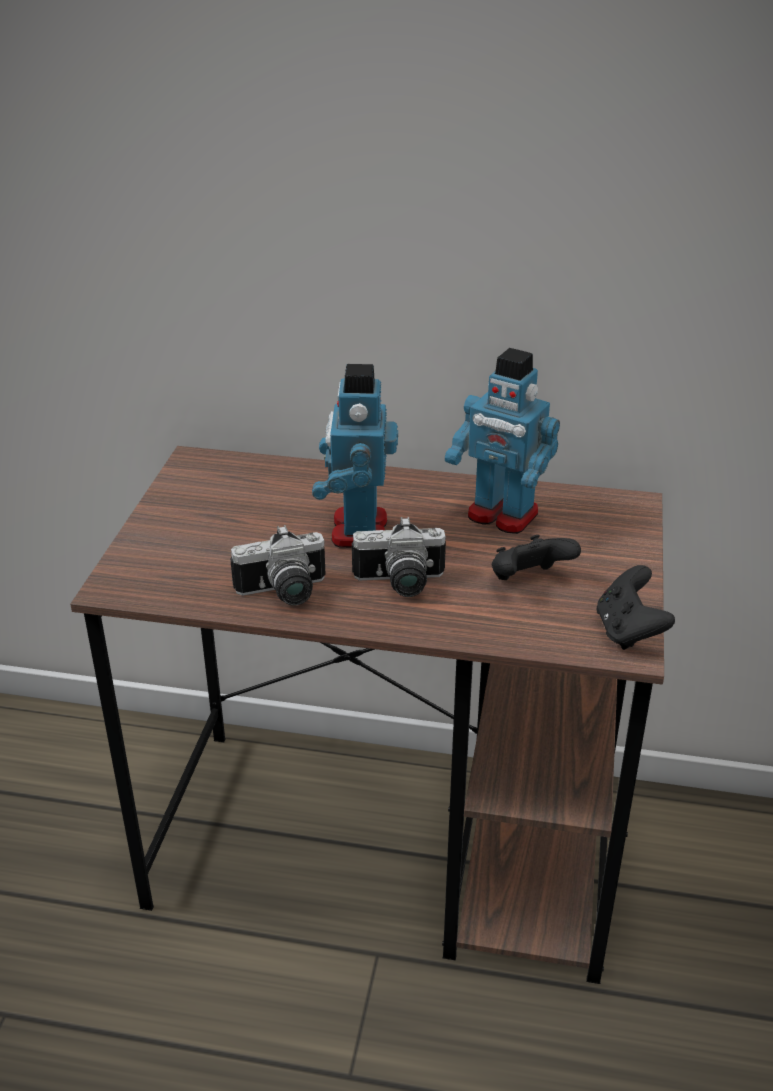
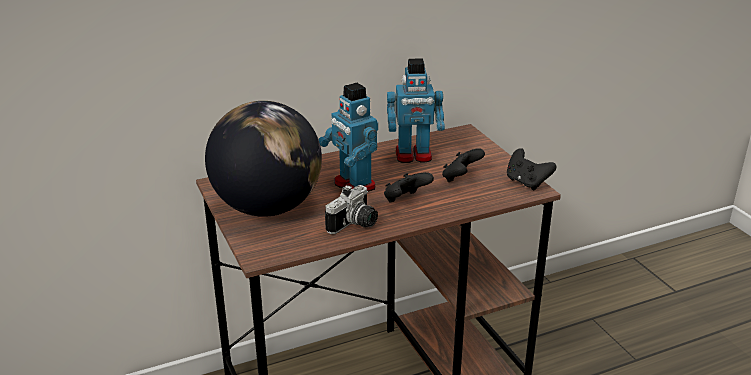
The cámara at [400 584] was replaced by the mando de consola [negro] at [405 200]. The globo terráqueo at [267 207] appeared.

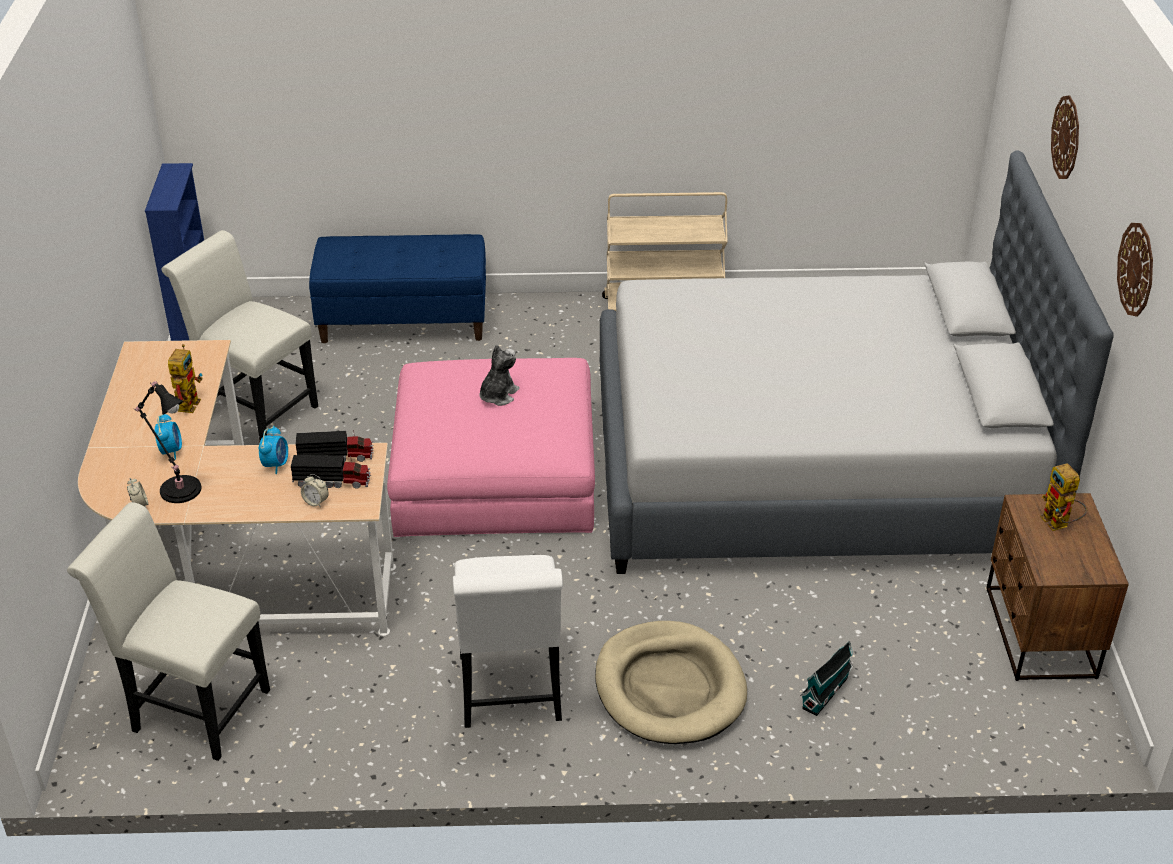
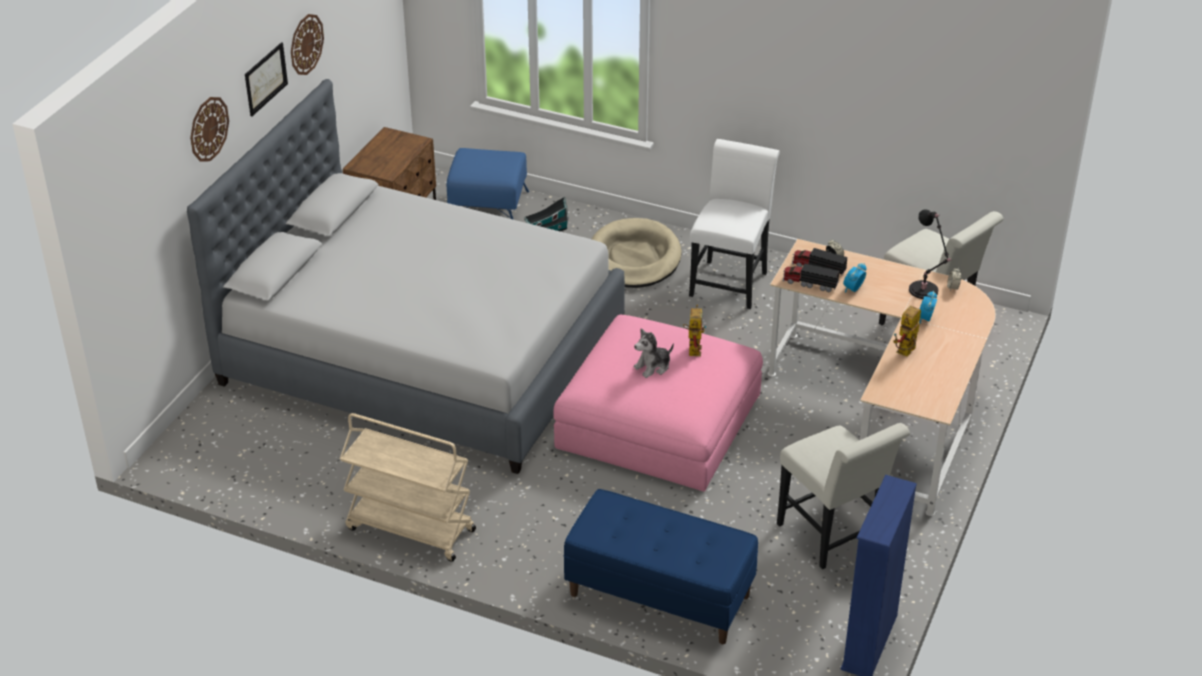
The robot de juguete moved from [1059 524] to [693 347]. The cuadro at [265 79] appeared. The puf [azul] at [489 208] appeared.

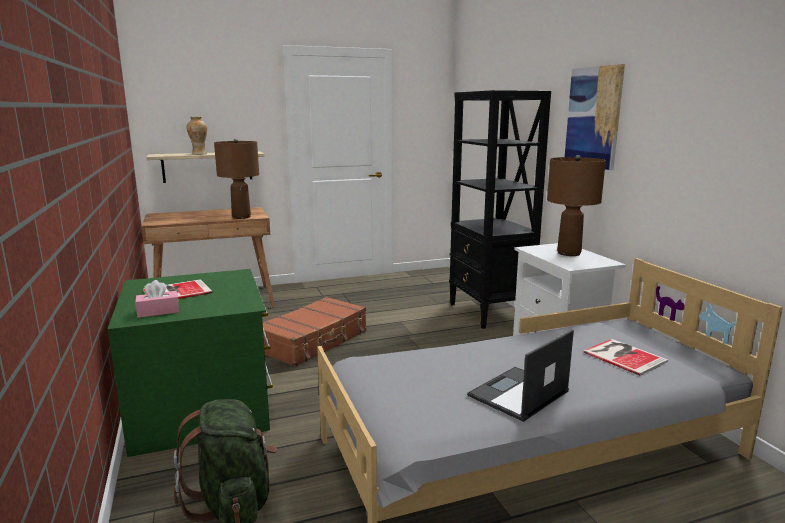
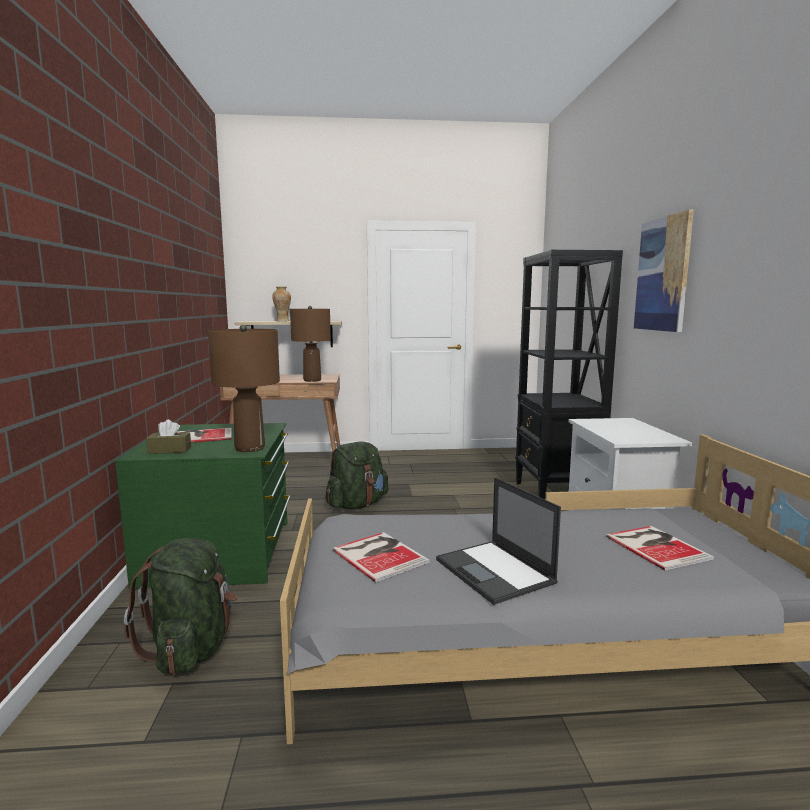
The lámpara de mesa [marrón] moved from [568 253] to [249 448]. The caja de pañuelos [rosa] at [158 311] became the caja de pañuelos [marrón] at [169 450]. The maleta [marrón] at [314 341] was replaced by the mochila [verde] at [357 505]. The portátil at [518 394] turned 90 degrees counterclockwise. The libro at [380 555] appeared.

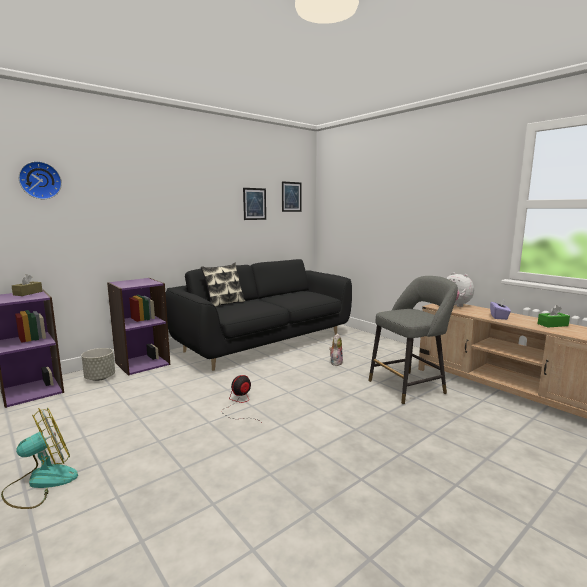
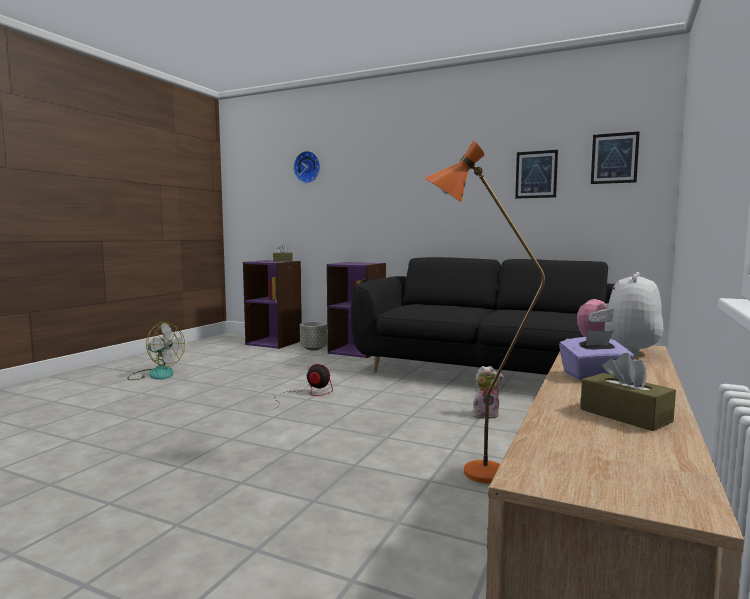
The cojín at [224 304] disappeared. The taburete [gris] at [409 386] was replaced by the lámpara de pie [naranja] at [468 472]. The caja de pañuelos [verde] at [552 325] became the caja de pañuelos [marrón] at [625 415].

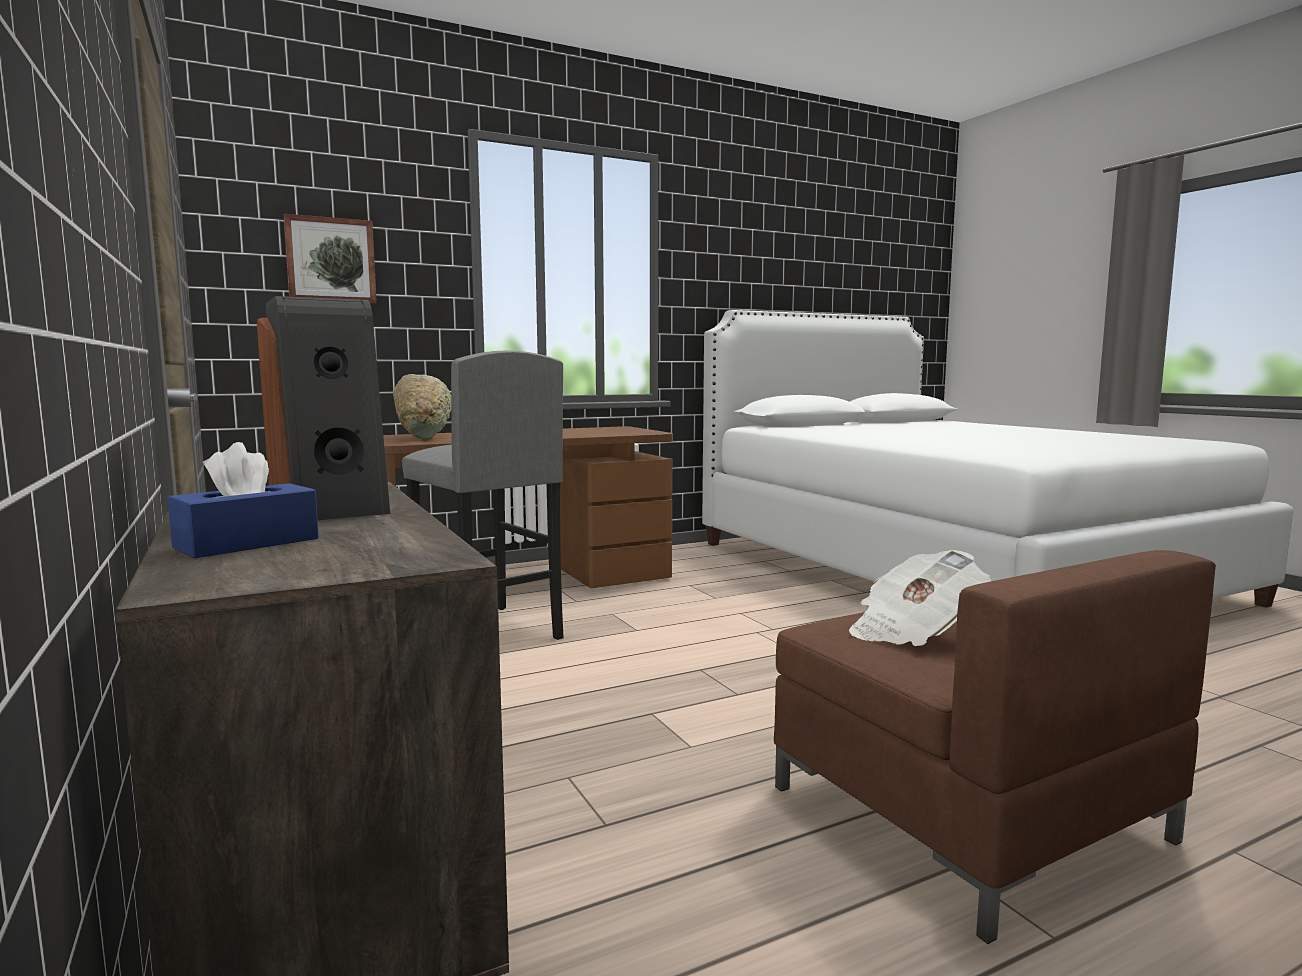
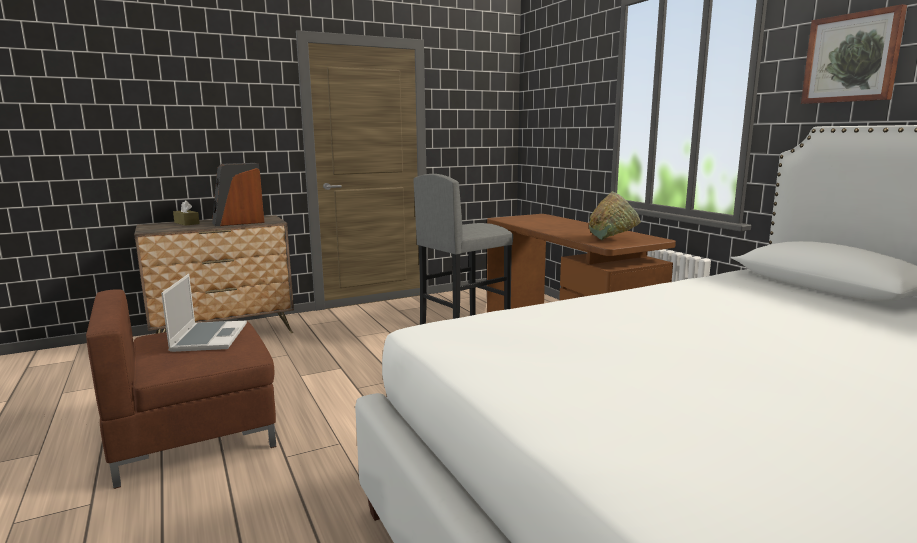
The cuadro moved from [330 260] to [852 58]. The cuenco [verde] moved from [423 438] to [613 239]. The caja de pañuelos [azul] at [247 543] became the caja de pañuelos [marrón] at [187 223]. The periódico at [913 631] was replaced by the portátil at [208 337].

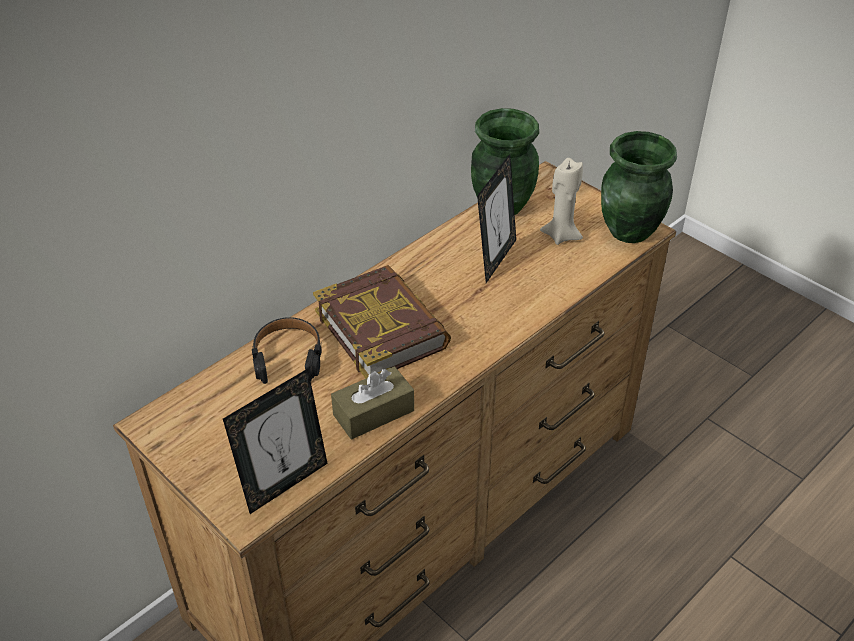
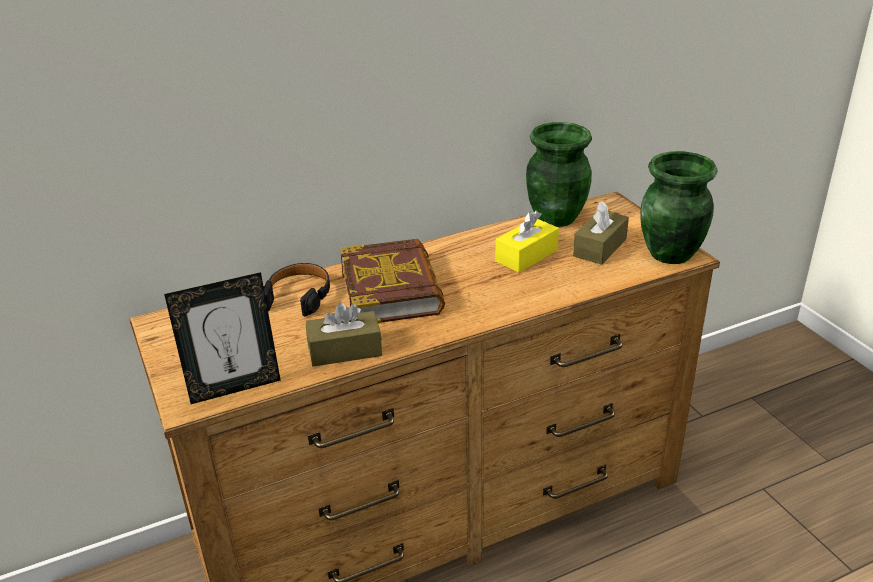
The portarretratos at [495 259] was replaced by the caja de pañuelos [amarillo] at [526 255]. The vela [beis] at [561 235] was replaced by the caja de pañuelos [marrón] at [600 247].

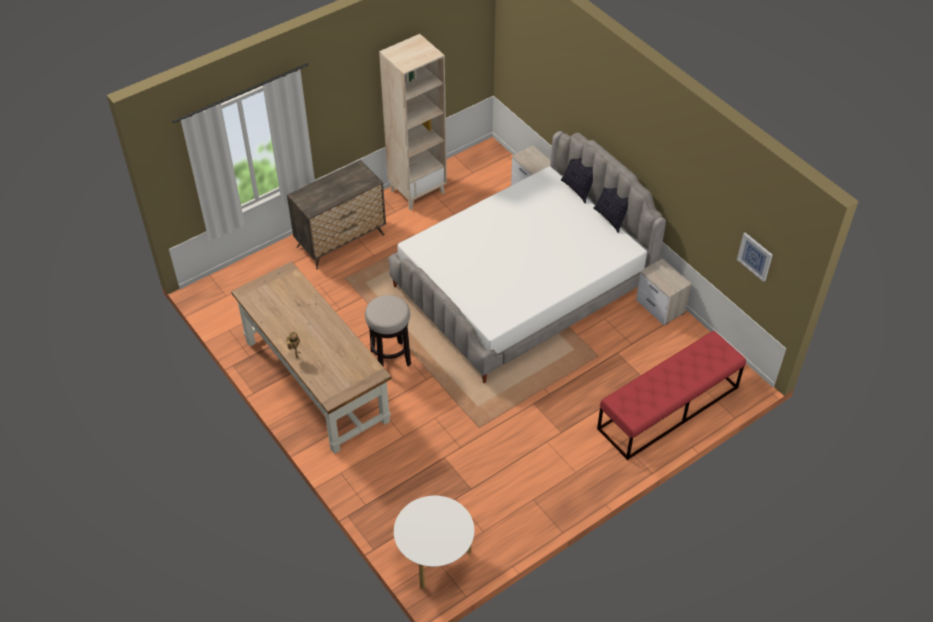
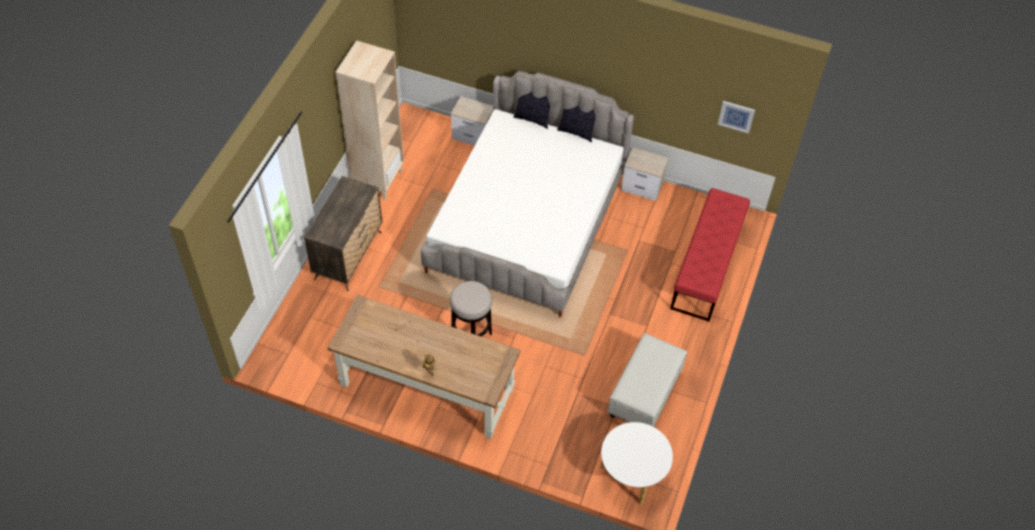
The puf [blanco] at [644 393] appeared.

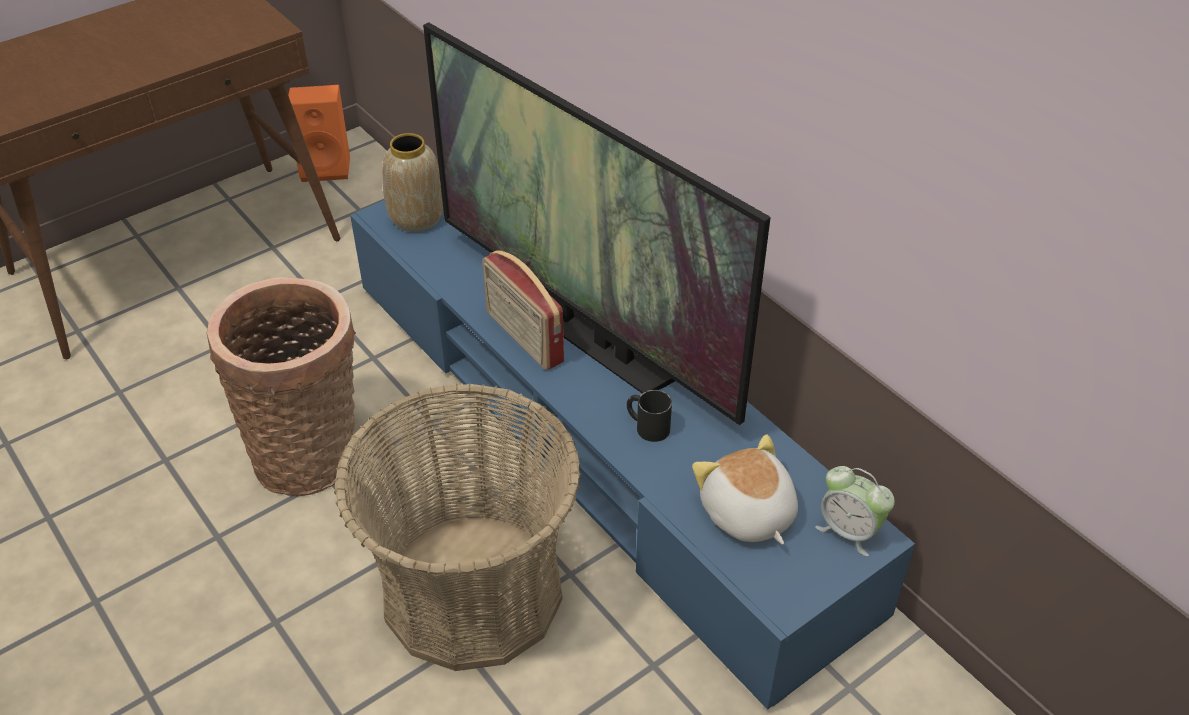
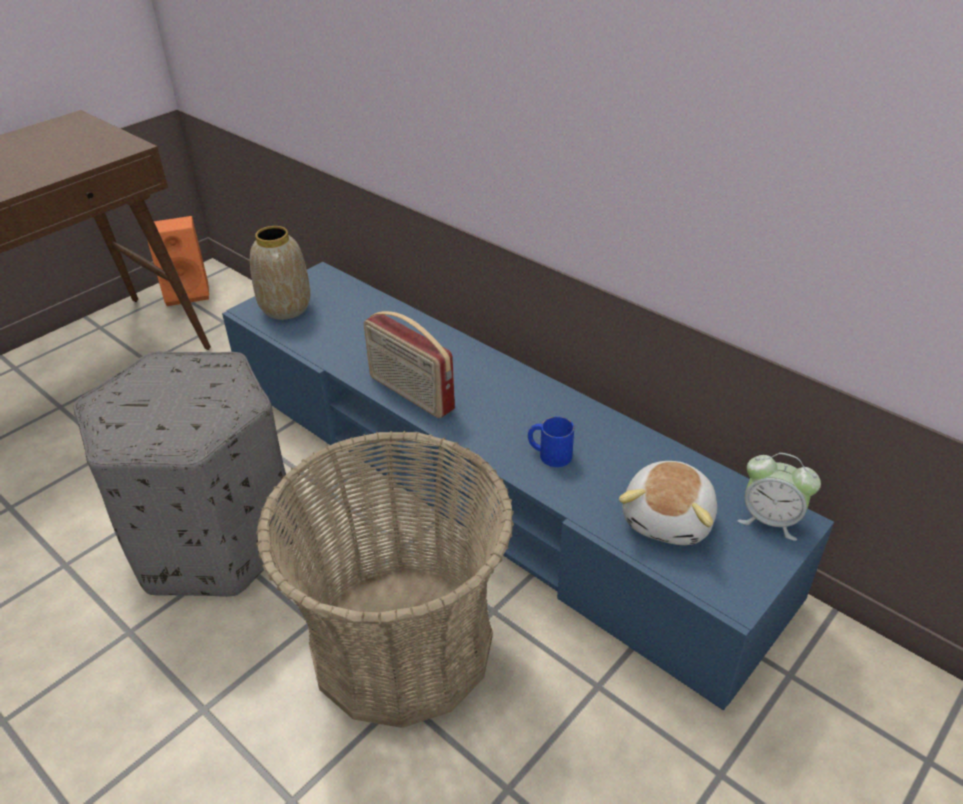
The televisor at [586 331] disappeared. The cesta at [311 453] was replaced by the puf [gris] at [213 536]. The taza grande [negro] at [647 426] became the taza grande [azul] at [549 454]. The peluche at [747 514] turned 120 degrees counterclockwise.

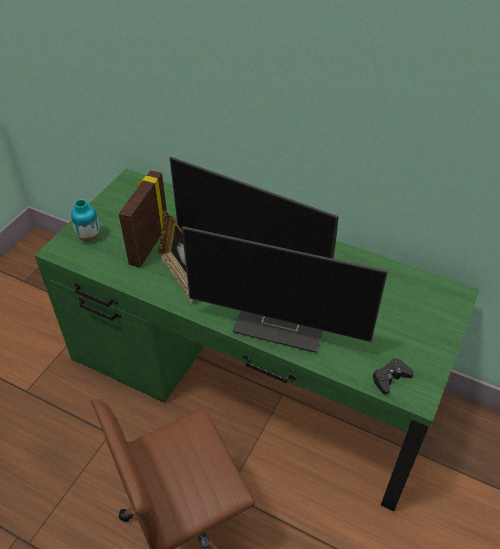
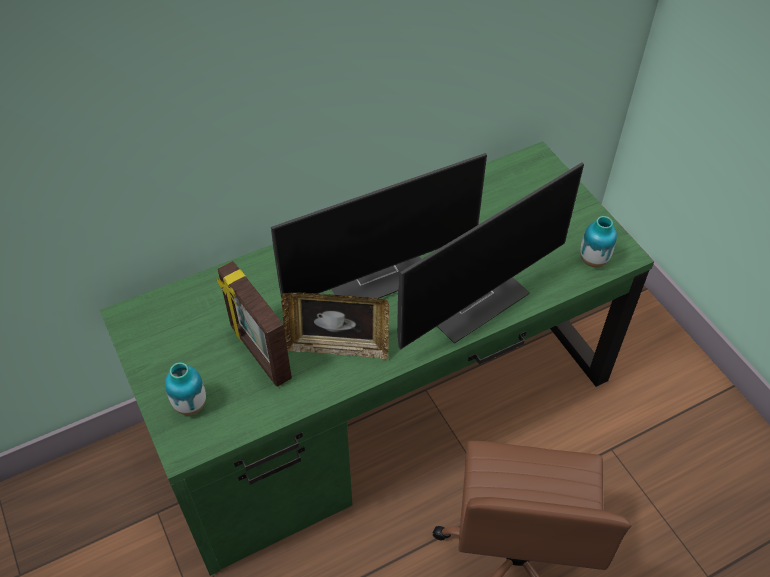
The mando de consola [negro] at [390 378] was replaced by the florero at [593 260].

